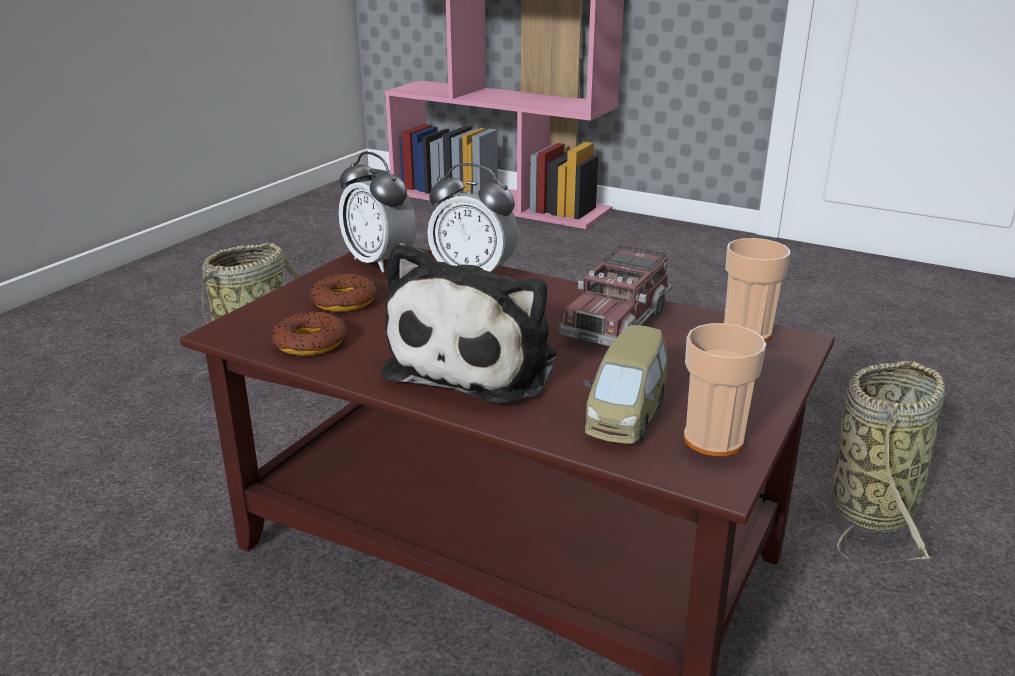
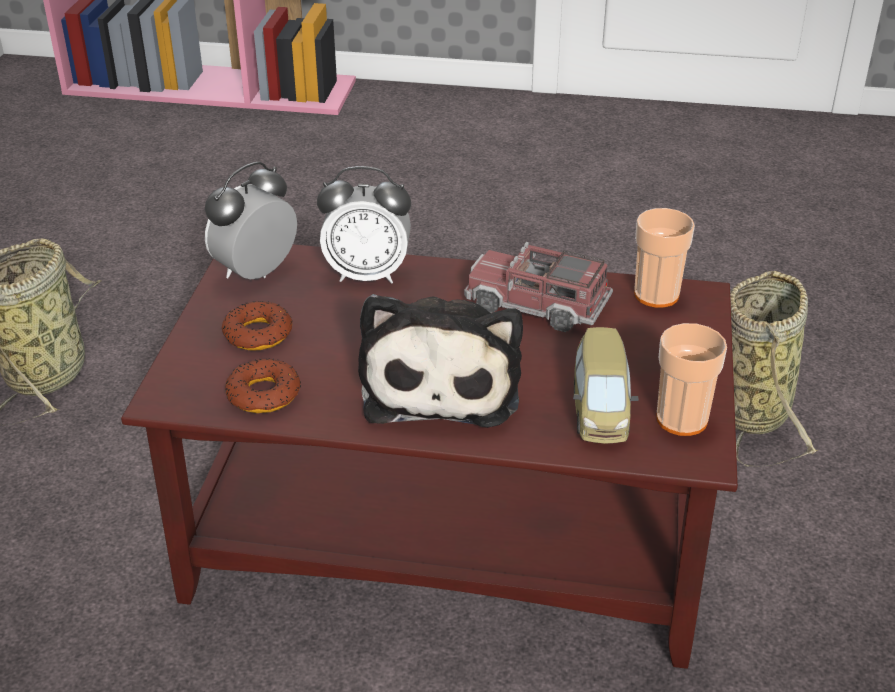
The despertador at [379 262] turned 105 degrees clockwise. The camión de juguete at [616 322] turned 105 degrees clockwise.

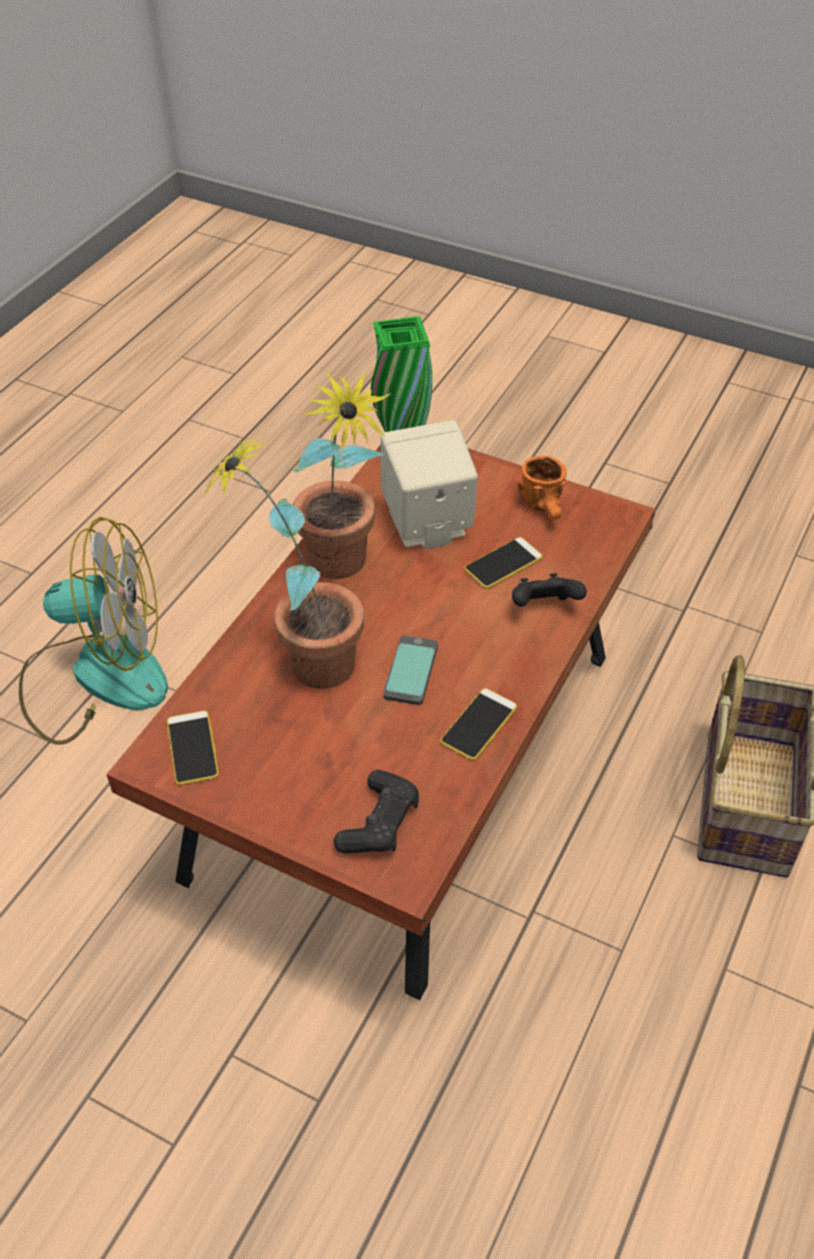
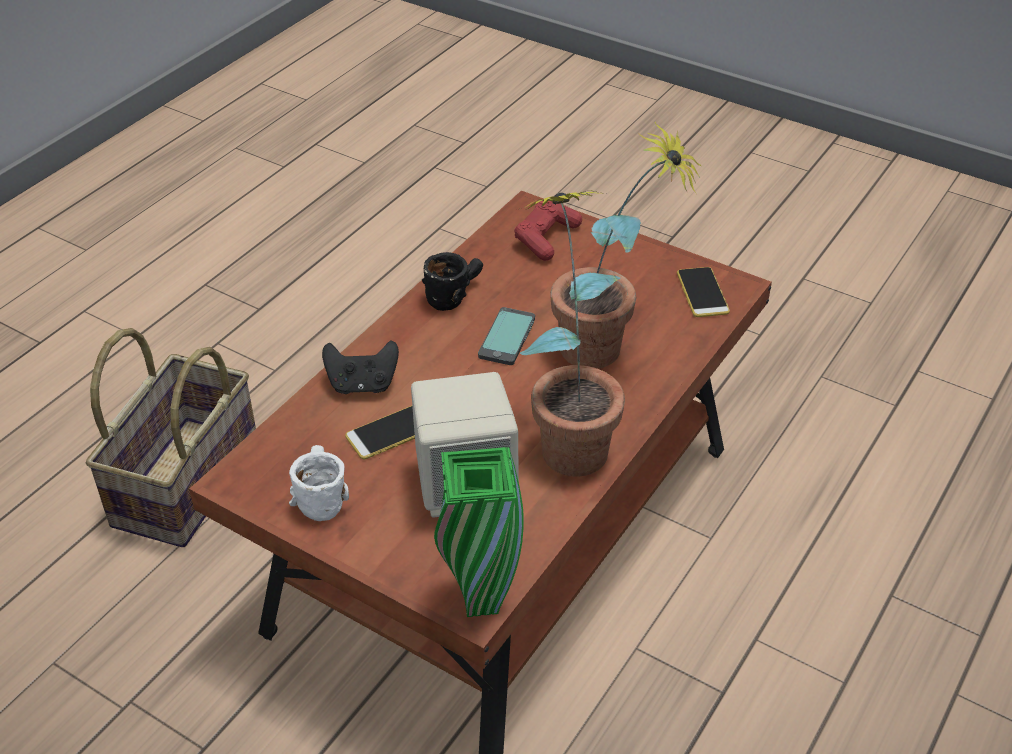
The taza grande [naranja] at [547 509] became the taza grande [blanco] at [318 495]. The ventilador at [96 676] disappeared. The móvil at [479 724] was replaced by the taza grande [negro] at [454 293]. The mando de consola [negro] at [379 823] became the mando de consola [rojo] at [546 238].

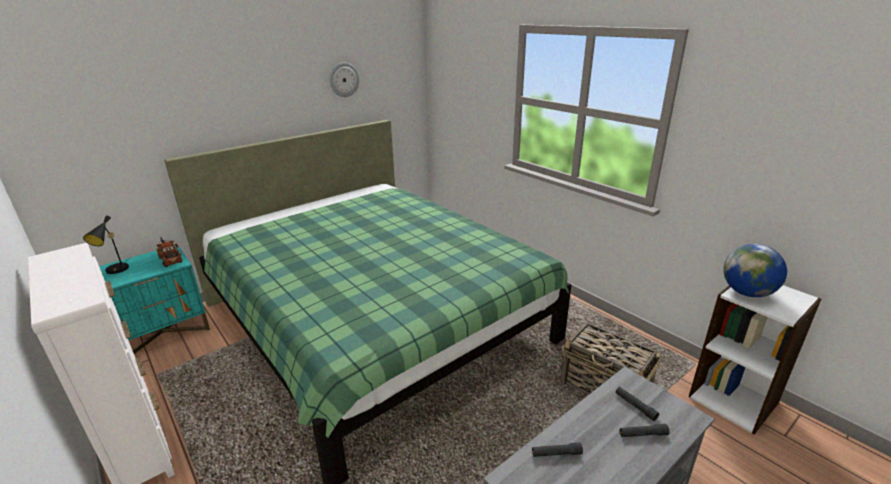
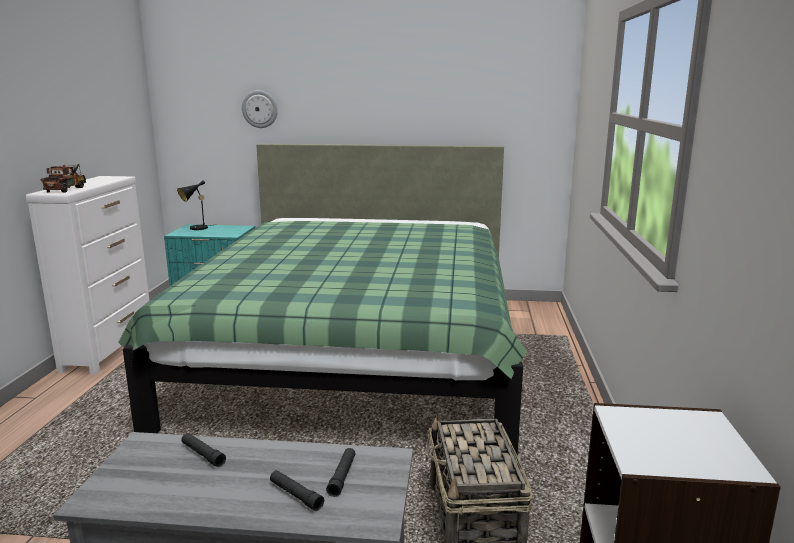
The reloj de pared moved from [344 79] to [260 109]. The camión de juguete moved from [170 258] to [67 189]. The globo terráqueo at [747 292] disappeared.

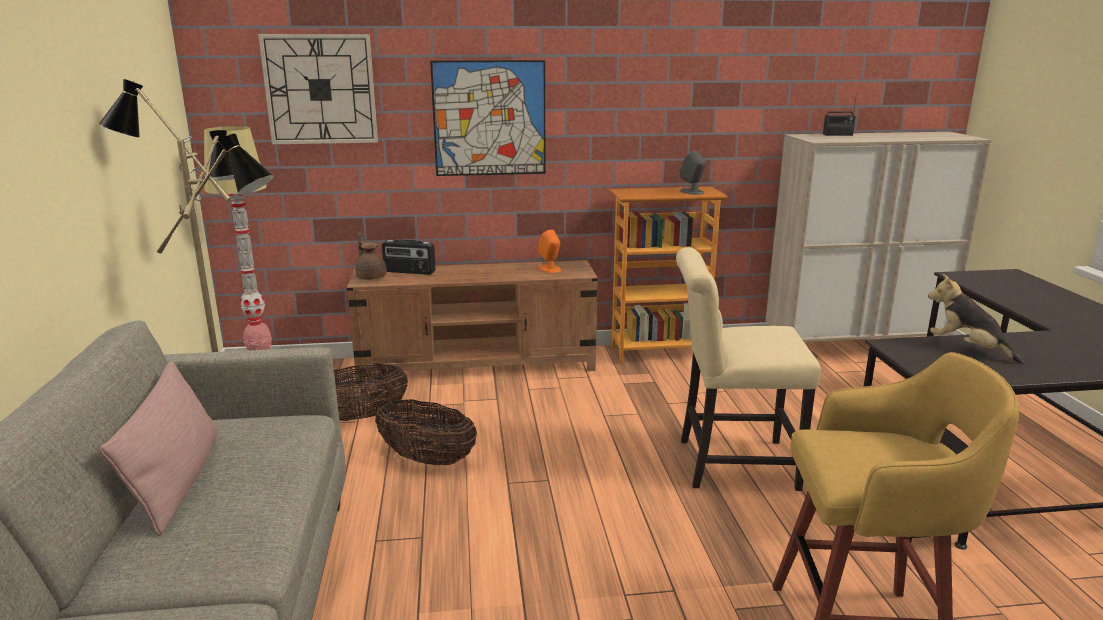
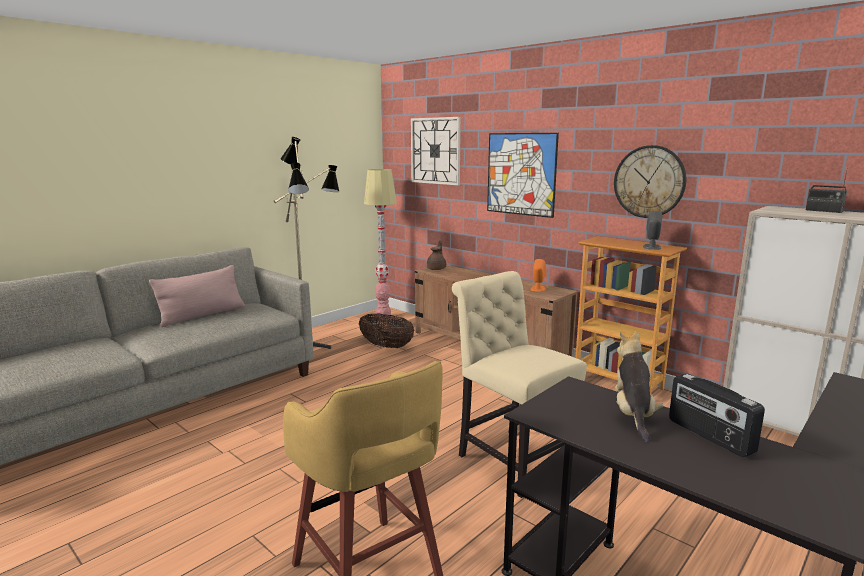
The radio moved from [409 272] to [709 436]. The cesta at [427 459] disappeared. The reloj de pared at [649 182] appeared.

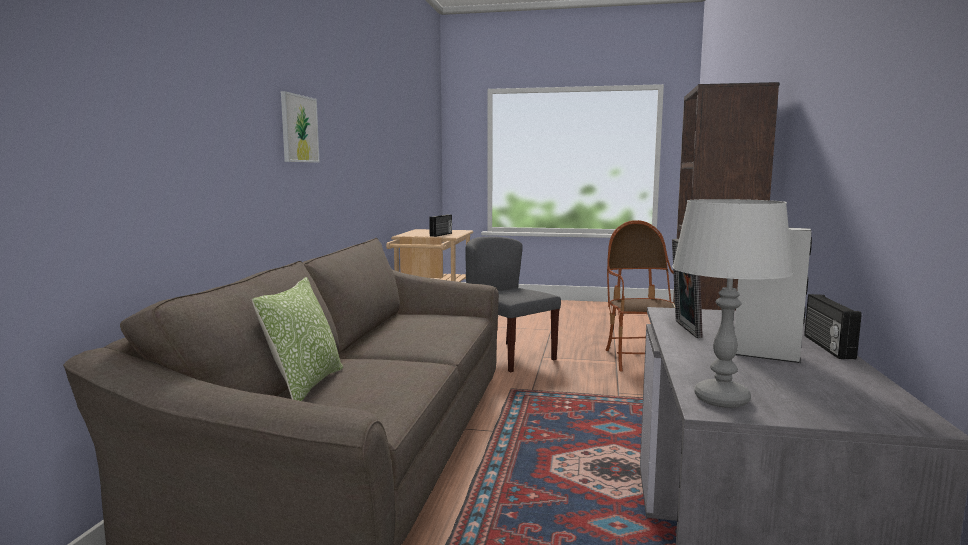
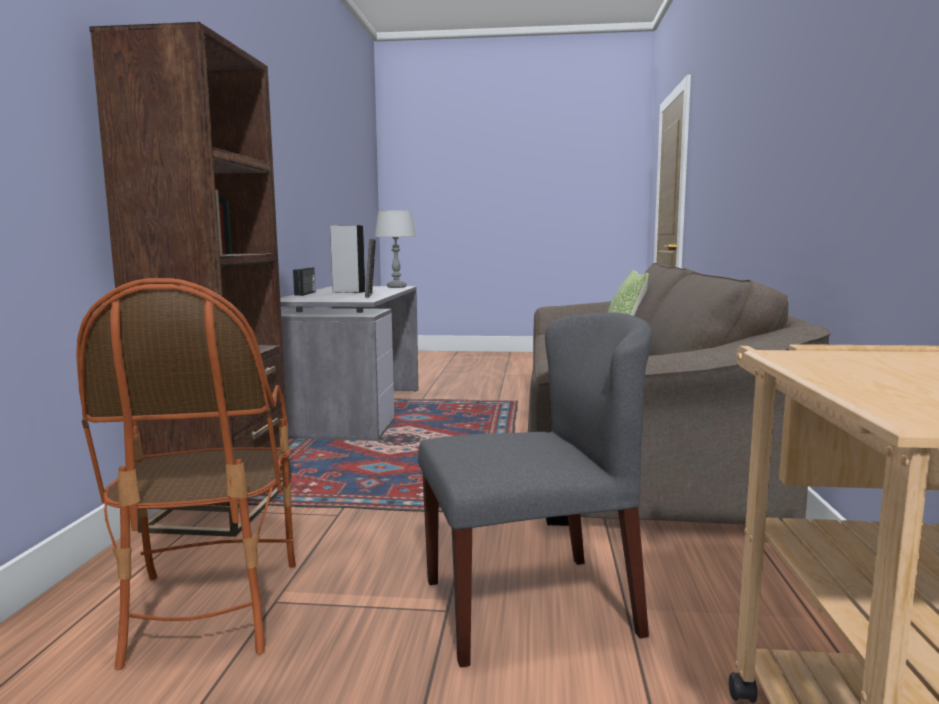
The cuadro at [299 129] disappeared. The radio at [441 234] disappeared. The silla [gris] at [508 356] turned 60 degrees counterclockwise.

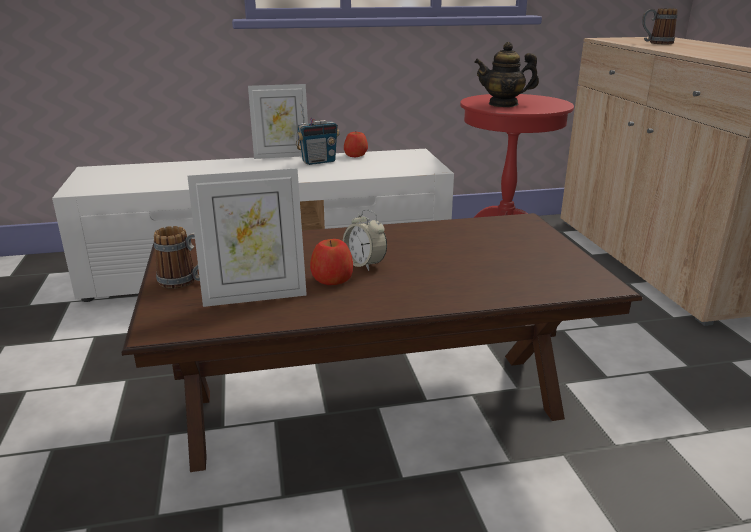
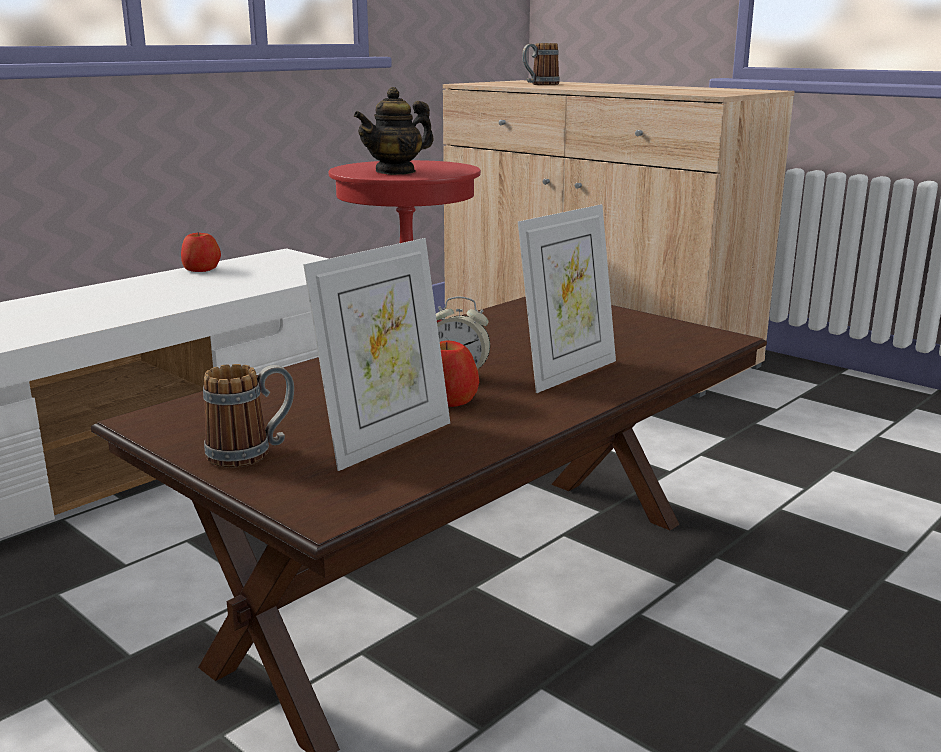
The portarretratos moved from [281 156] to [567 373]. The radio at [318 162] disappeared.

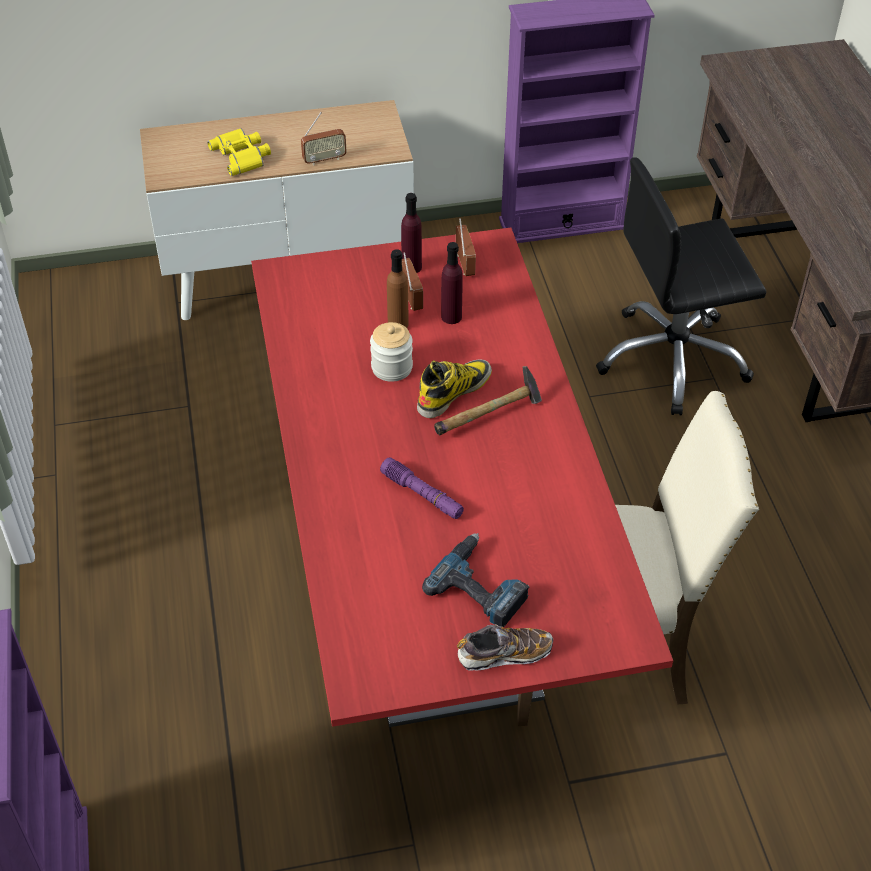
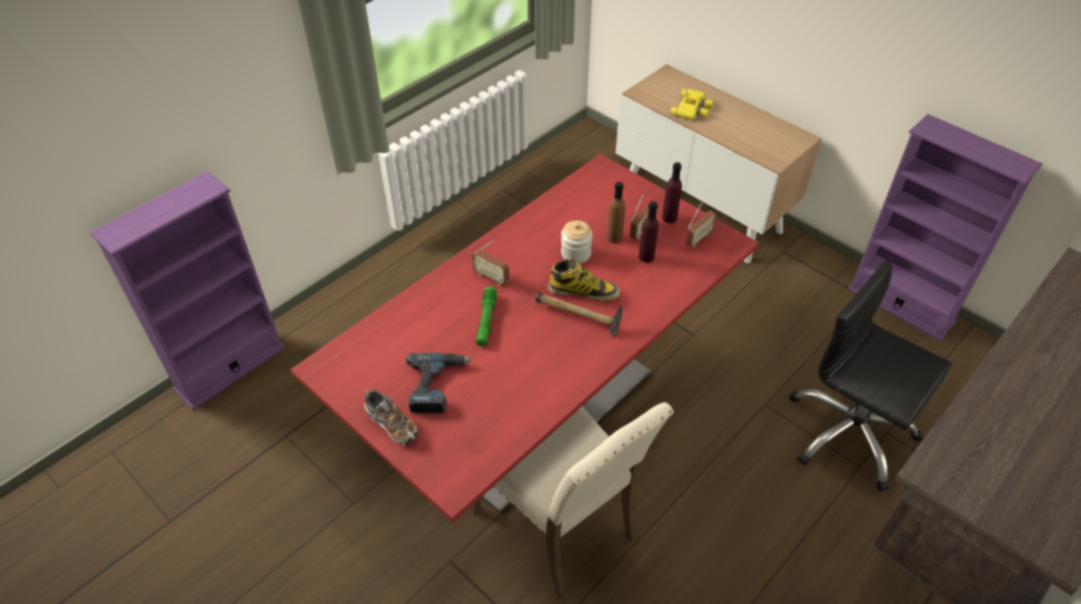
The radio moved from [324 159] to [491 277]. The linterna [morado] at [422 495] became the linterna [verde] at [486 320].

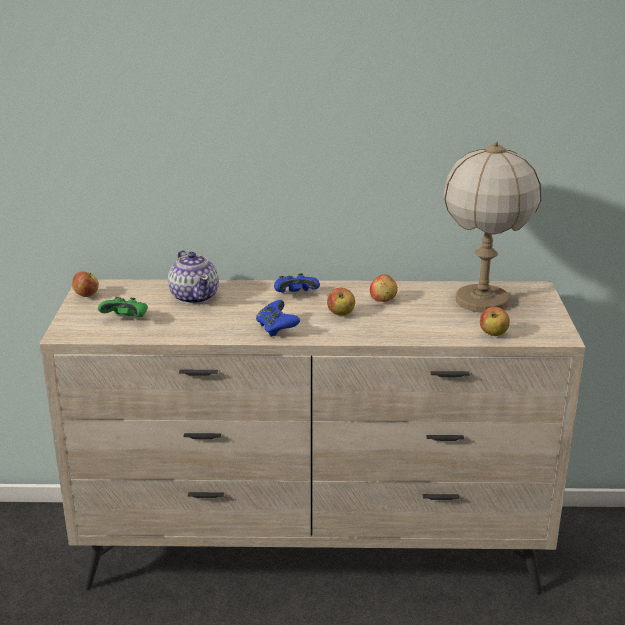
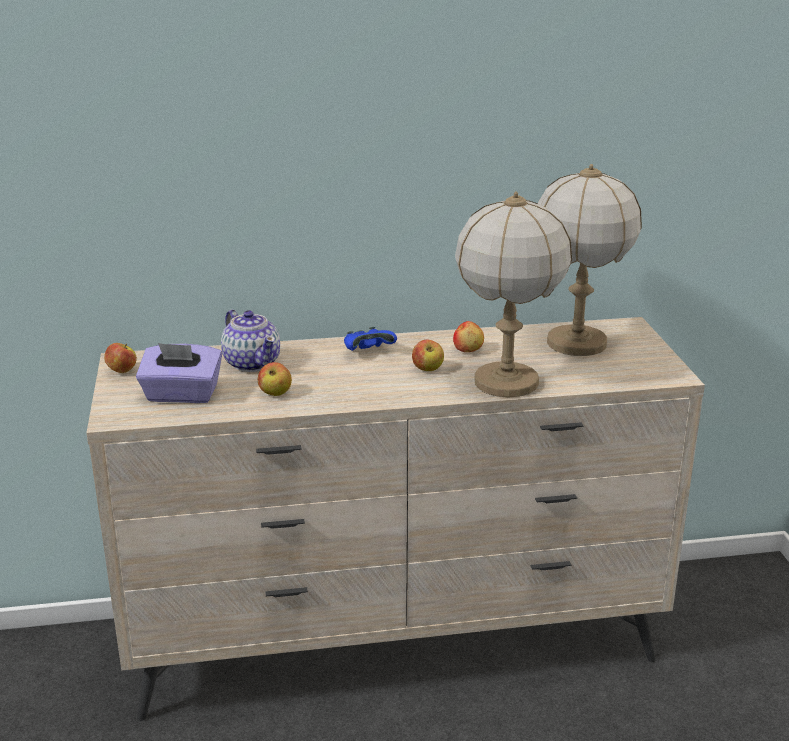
The mando de consola [verde] at [126 319] was replaced by the caja de pañuelos [morado] at [182 395]. The mando de consola [azul] at [276 329] disappeared. The manzana moved from [493 334] to [275 393]. The lámpara de mesa at [507 382] appeared.

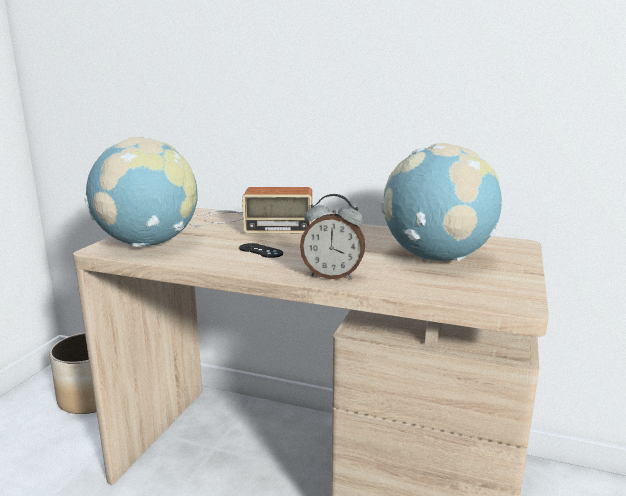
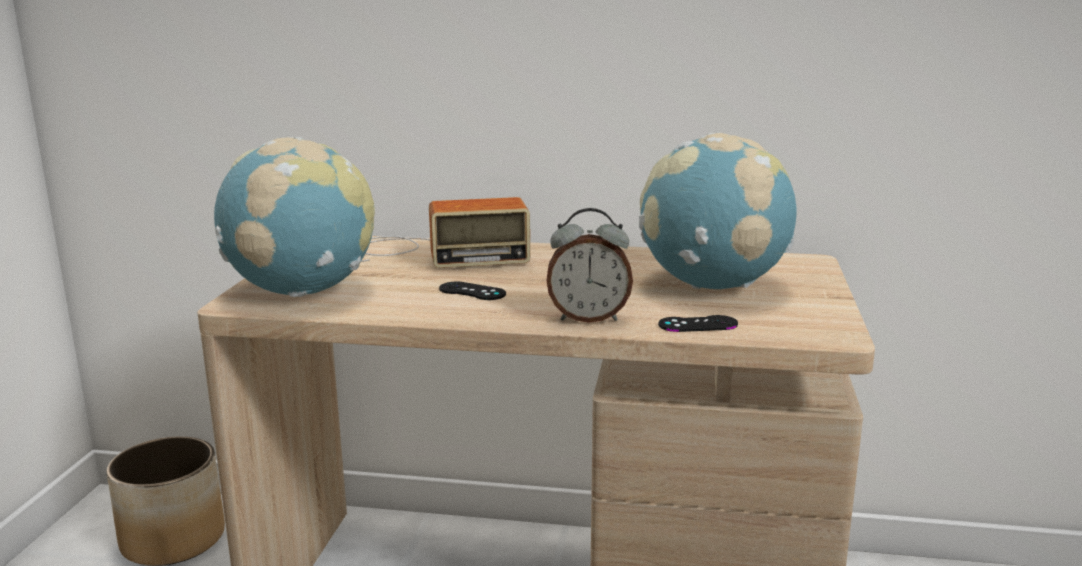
The mando de consola [negro] at [698 324] appeared.

